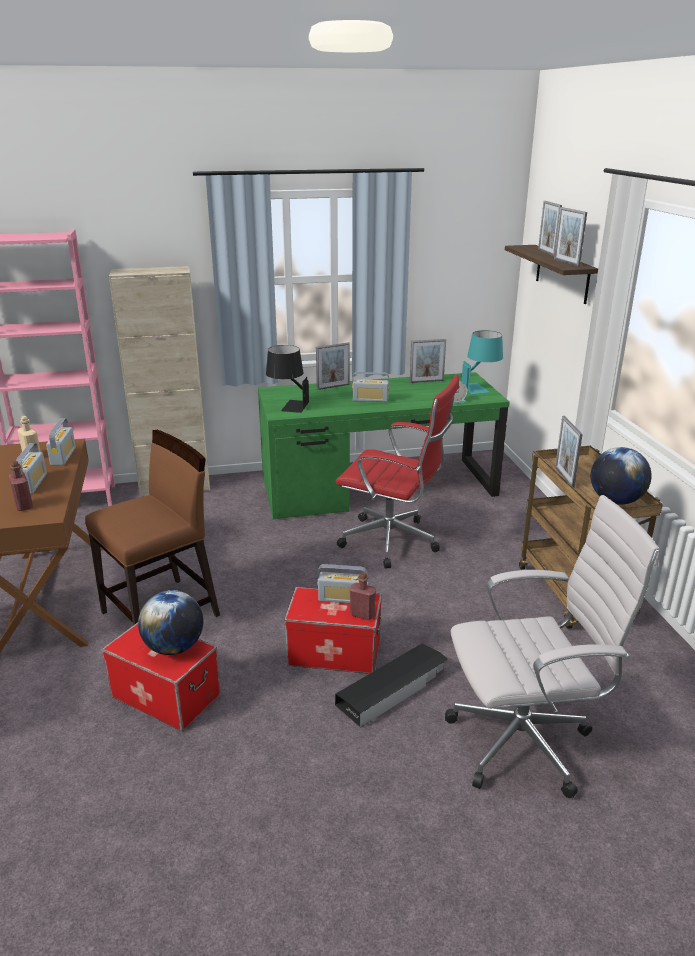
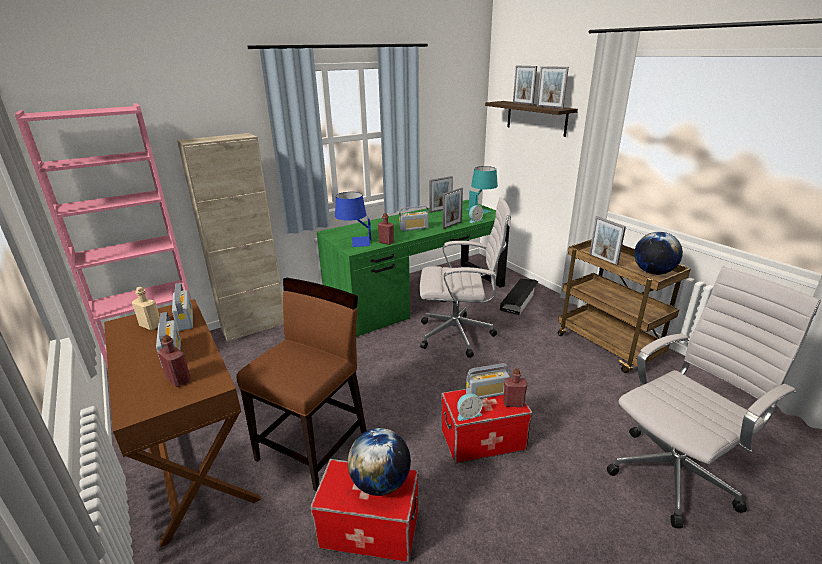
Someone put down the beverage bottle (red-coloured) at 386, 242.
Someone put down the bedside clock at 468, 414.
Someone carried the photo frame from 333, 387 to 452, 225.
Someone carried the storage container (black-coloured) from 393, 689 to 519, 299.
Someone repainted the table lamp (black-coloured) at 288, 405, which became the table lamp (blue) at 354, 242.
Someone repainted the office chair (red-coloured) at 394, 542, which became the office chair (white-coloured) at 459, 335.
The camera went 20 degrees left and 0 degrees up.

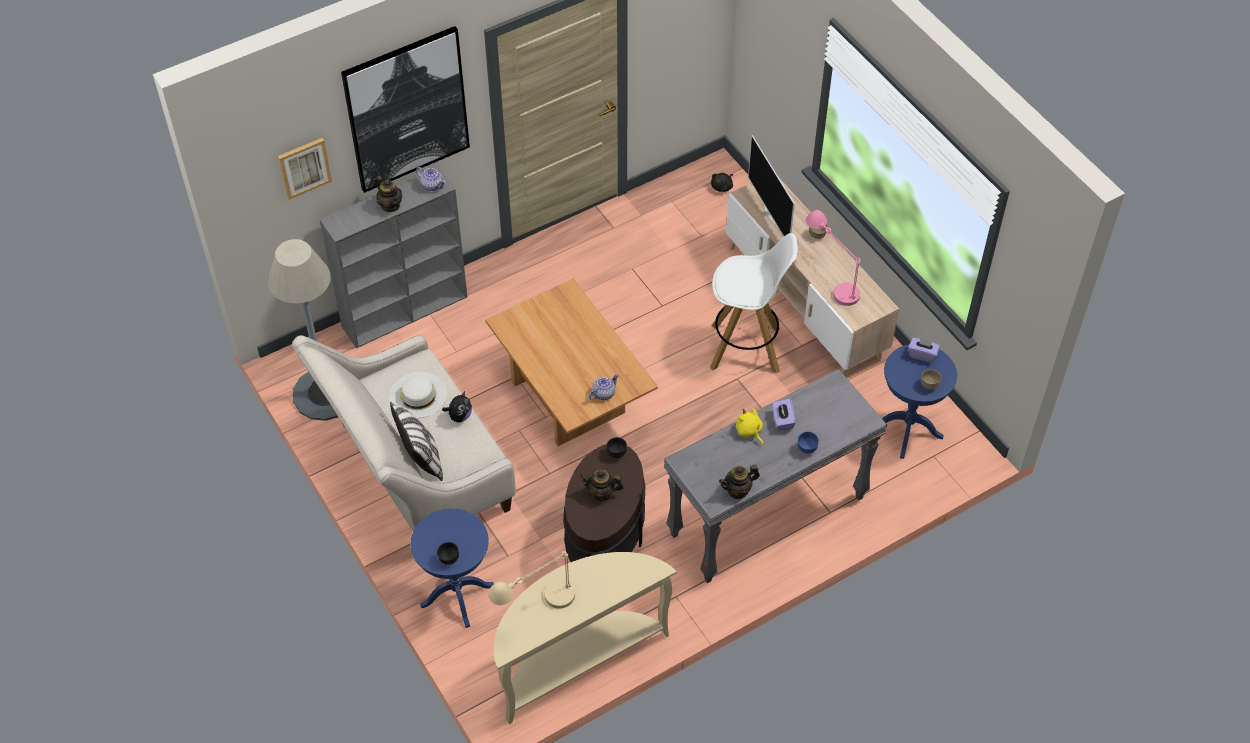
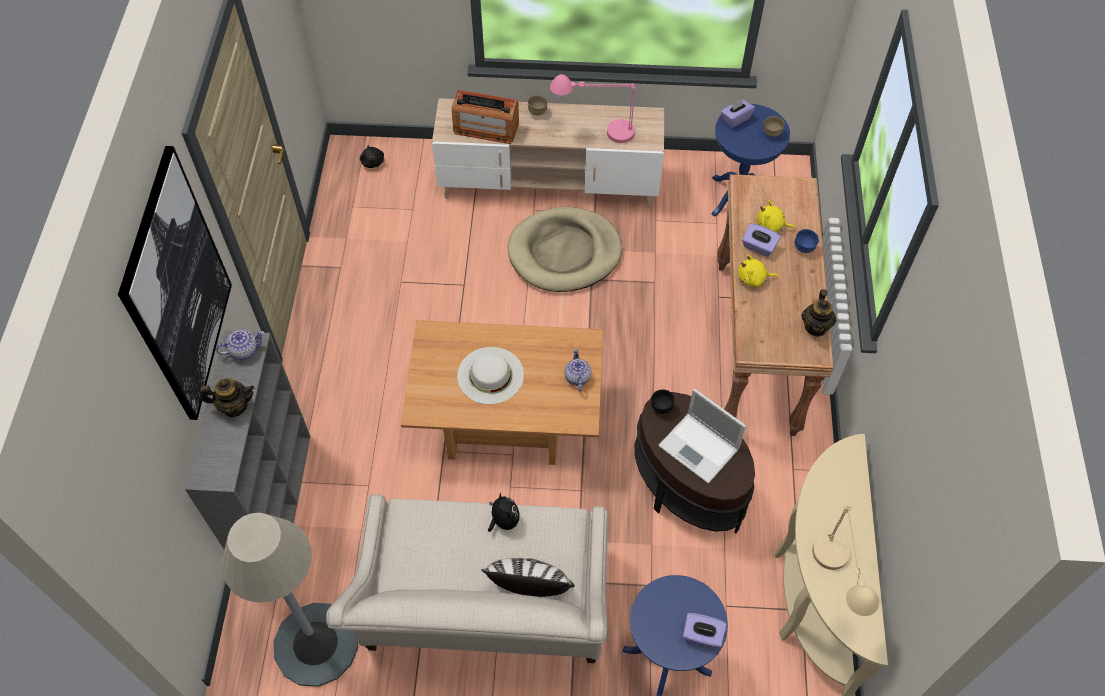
Someone took away the picture at 304, 167.
Someone put down the cuddly toy (yellowish) at 771, 226.
Someone carried the hat (white-coloured) from 418, 395 to 490, 375.
Someone swapped the serving bowl (black-coloured) at 449, 559 for the tissue holder (purple-coloured) at 702, 635.
Someone swapped the tea pot at 601, 493 for the notebook computer at 700, 448.
Someone swapped the sitting stool (white-coloured) at 746, 348 for the pet bed (sand-coloured) at 564, 253.
Someone swapped the TV set at 772, 215 for the radio receiver at 486, 128.
Someone repainted the narrow table (greyish) at 767, 517, which became the narrow table (brown-coloured) at 756, 348.
The camera went 55 degrees left and 5 degrees up.

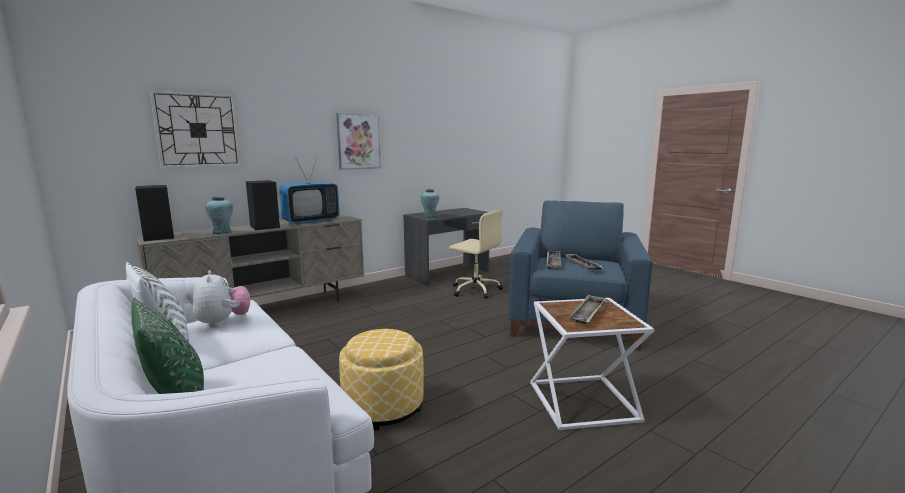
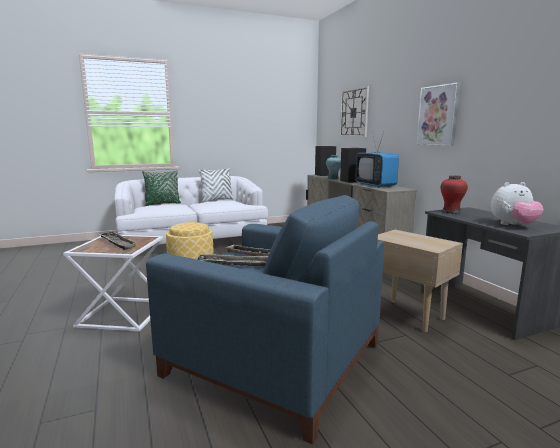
Someone carried the cuddly toy from 223, 322 to 513, 225.
Someone swapped the office chair (sand-coloured) at 475, 290 for the side table (sand-coloured) at 407, 315.
Someone repainted the vase (turquoise-coloured) at 429, 217, which became the vase (red-coloured) at 451, 212.
The camera went 105 degrees right and 0 degrees up.

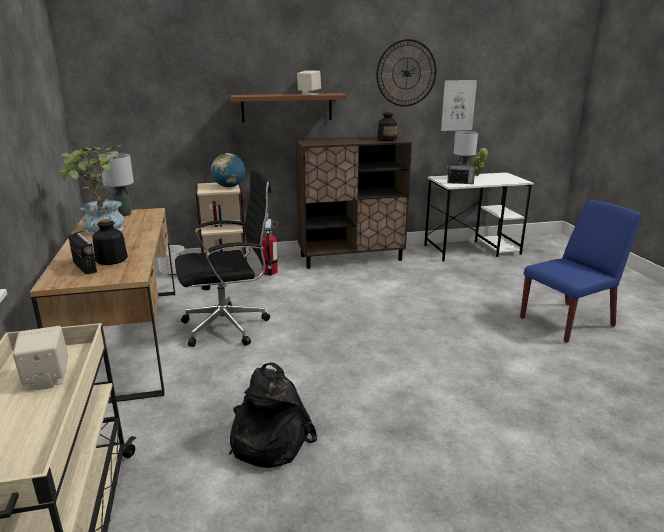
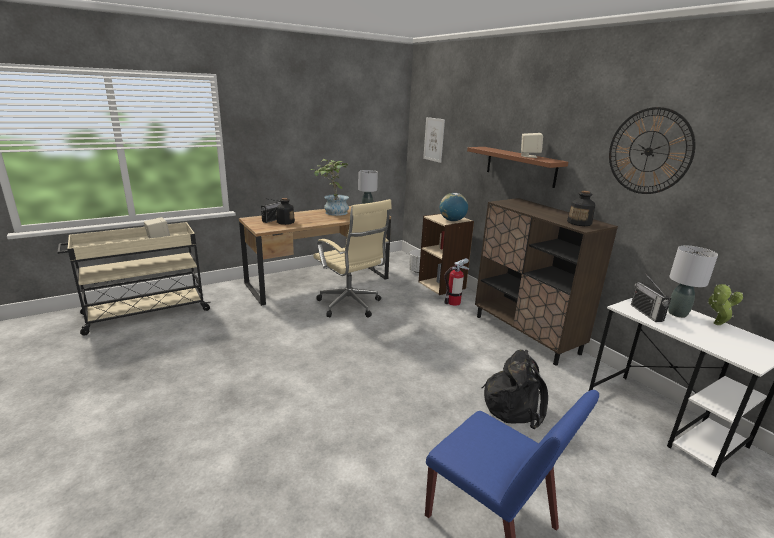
Someone carried the knapsack (black-coloured) from 267, 440 to 514, 405.
Someone carried the picture from 458, 105 to 434, 139.
Someone repainted the office chair (black-coloured) at 229, 326, which became the office chair (sand-coloured) at 350, 306.
The camera went 70 degrees right and 0 degrees up.

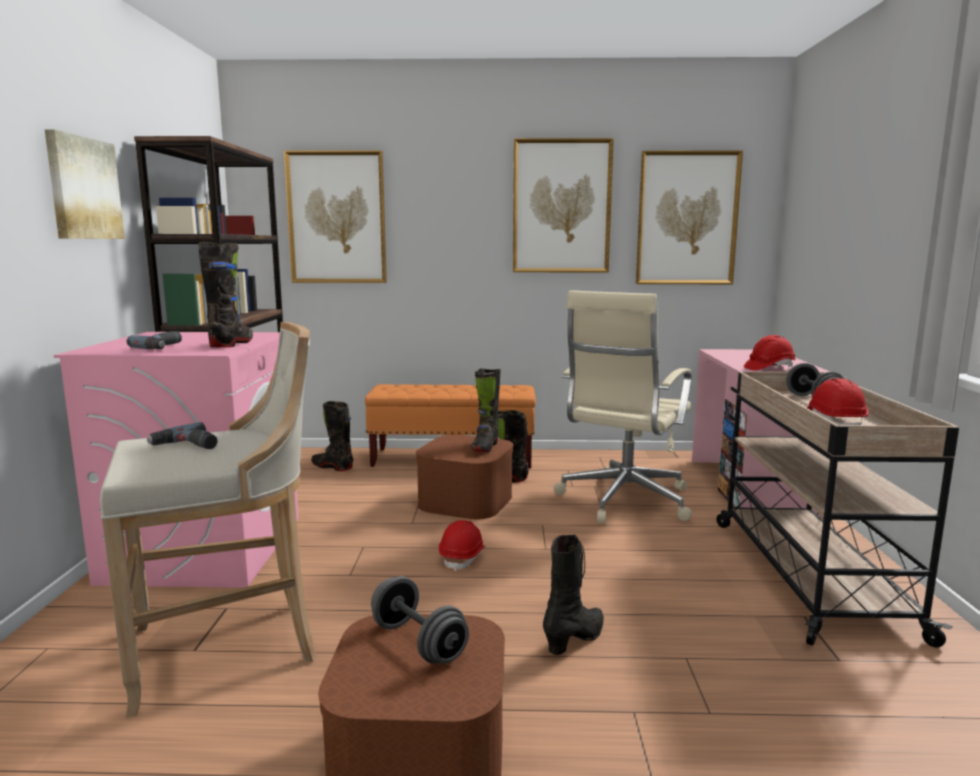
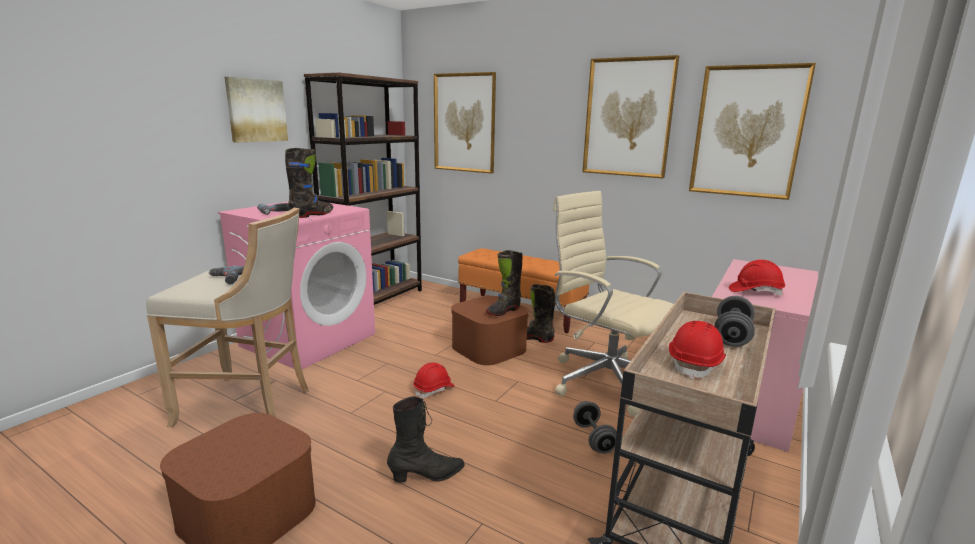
Someone took away the high-top boot (black-coloured) at 332, 467.
Someone carried the free weight (greyish) from 418, 642 to 593, 438.
Someone rotated the office chair (sand-coloured) at 623, 501 by 75 degrees clockwise.
The camera went 30 degrees right and 5 degrees up.

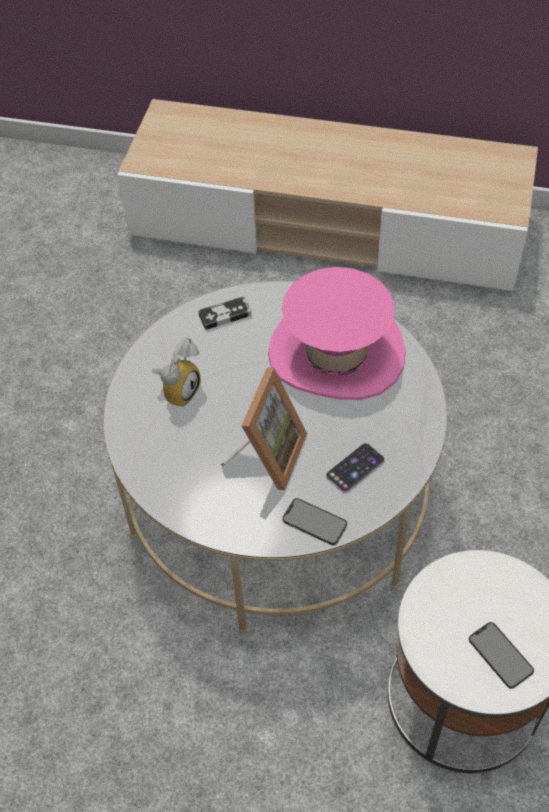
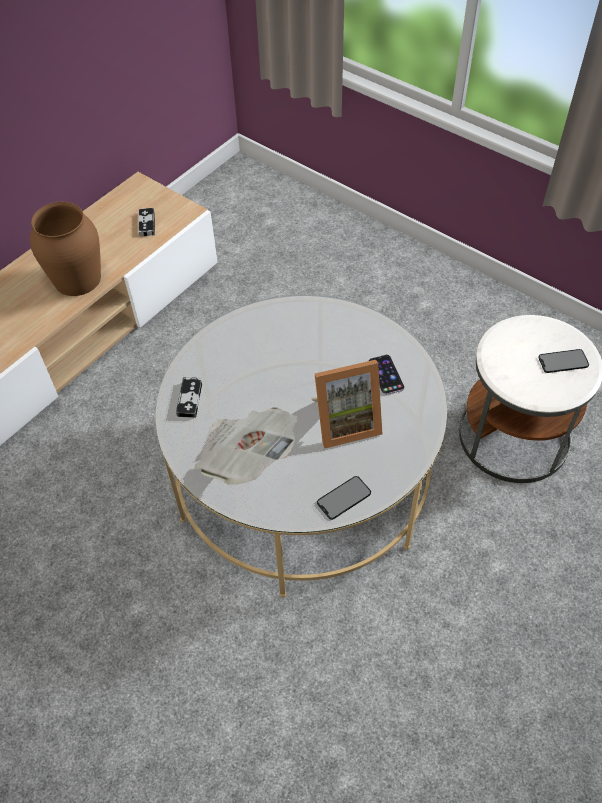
Someone took away the hat (pink-coloured) at 336, 353.
Someone put down the vase (brown-coloured) at 77, 278.
Someone put down the game controller at 147, 224.
Someone carried the phone from 314, 521 to 344, 497.
Someone swapped the bedside clock at 178, 390 for the newspaper at 246, 458.
Someone rotated the photo frame at 267, 455 by 120 degrees clockwise.
The camera went 65 degrees left and 0 degrees up.

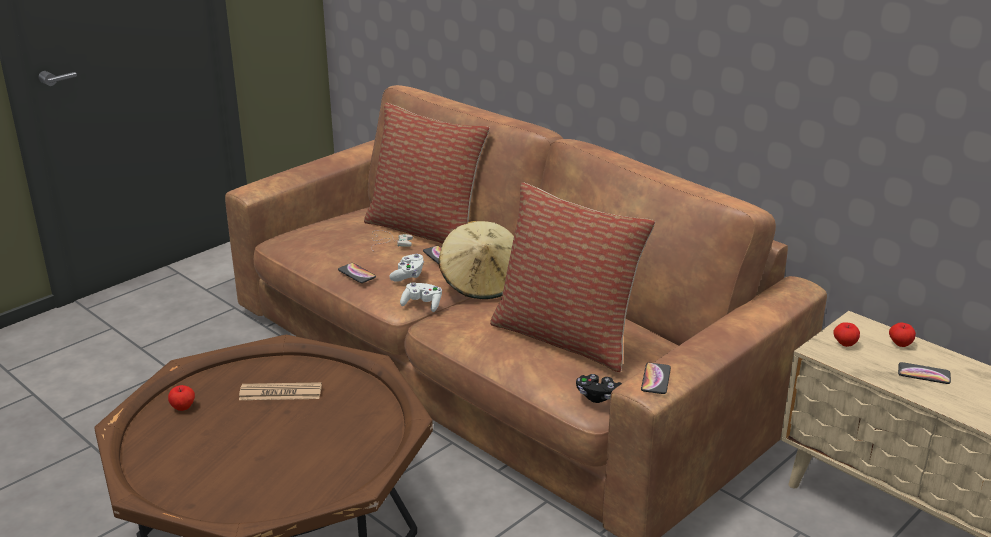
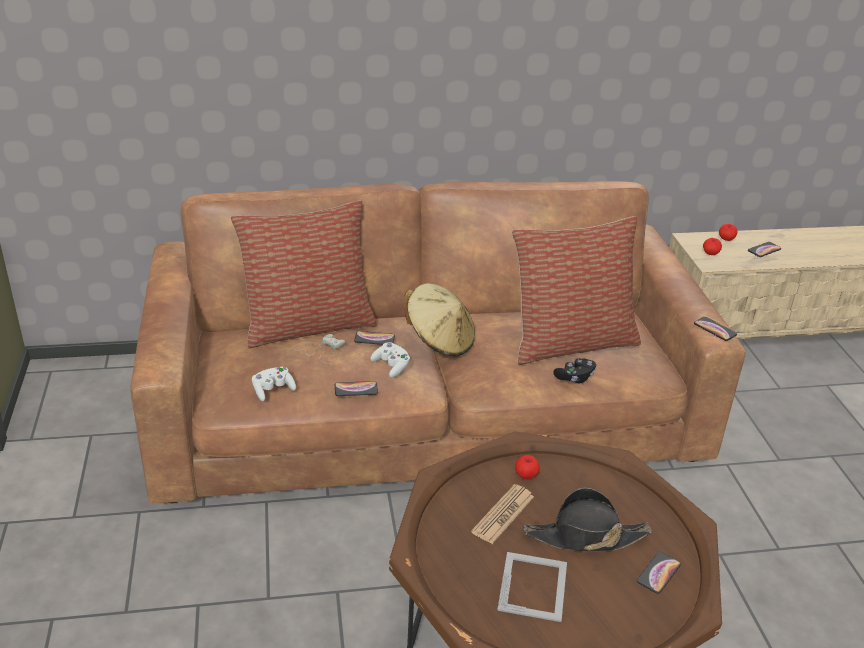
Someone put down the photo frame at 534, 585.
Someone put down the hat (black-coloured) at 585, 536.
Someone put down the phone at 658, 573.
Someone carried the apple from 183, 407 to 526, 475.
Someone carried the game controller (white-coloured) from 422, 304 to 273, 390.
Someone carried the game controller (black-coloured) from 598, 396 to 575, 378.
The camera went 55 degrees left and 5 degrees up.

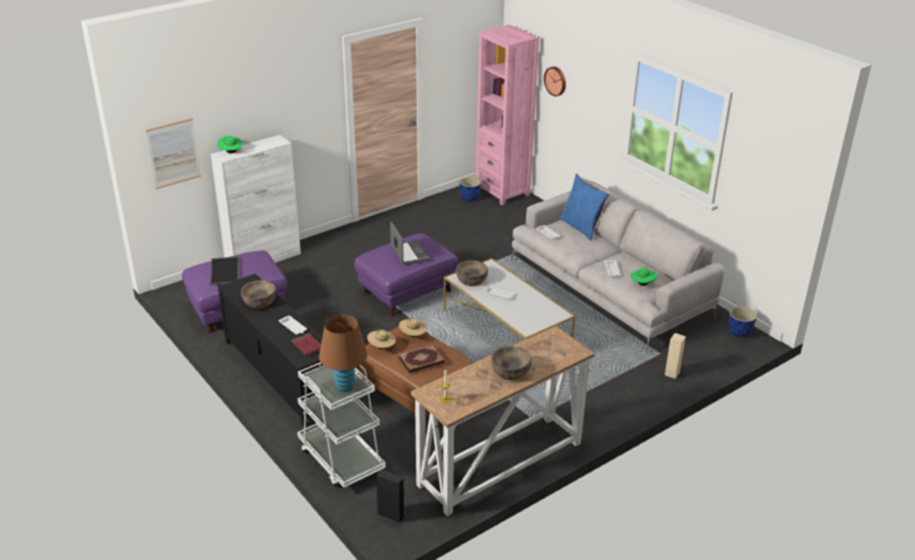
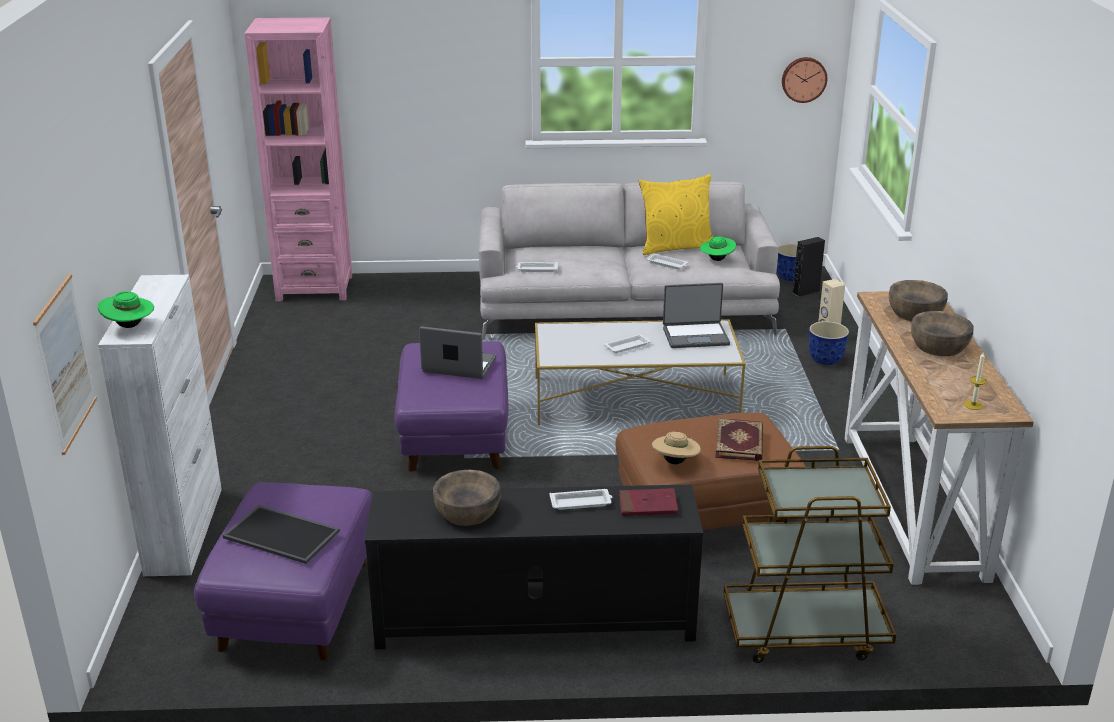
Someone took away the table lamp (brown-coloured) at 345, 387.
Someone took away the hat (sand-coloured) at 413, 335.
Someone took away the pillow (blue) at 581, 227.
Someone put down the pillow (yellowish) at 675, 247.
Someone put down the notebook computer at 695, 336.
Someone carried the speaker (black-coloured) from 391, 515 to 805, 292.
Someone carried the serving bowl (brown-coloured) from 471, 280 to 915, 313.
Someone carried the plant pot from 470, 198 to 825, 360.
Someone carried the clock on the wall from 556, 81 to 803, 79.
Someone repainted the trolley (white-coloured) at 341, 459, which became the trolley (brown-coloured) at 804, 631.
The camera went 55 degrees left and 5 degrees down.

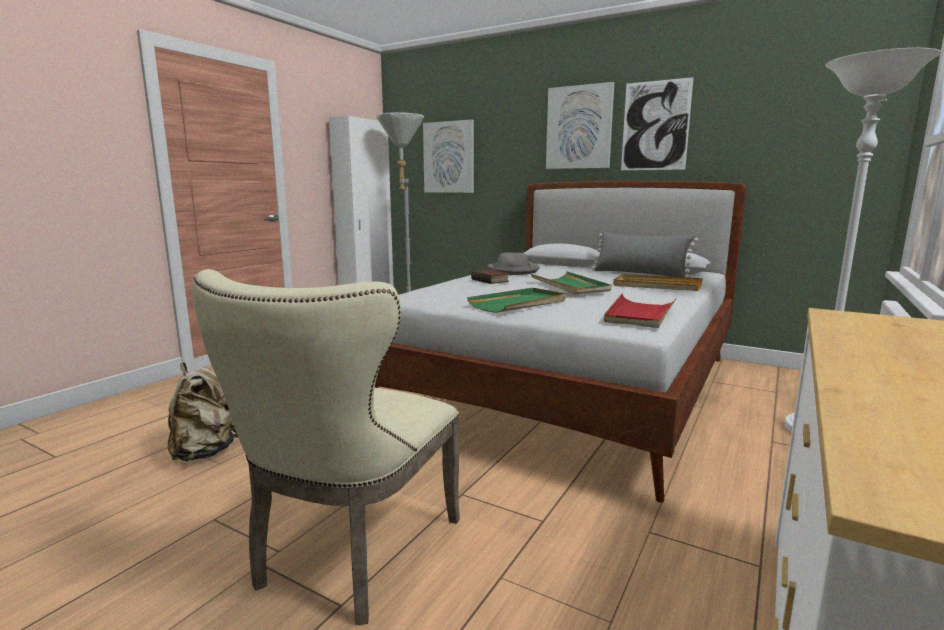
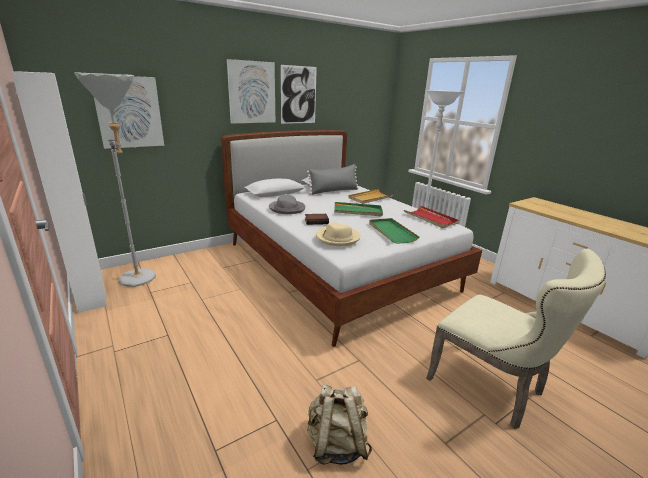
Someone put down the hat (sand-coloured) at 337, 238.
The camera went 65 degrees left and 10 degrees up.

